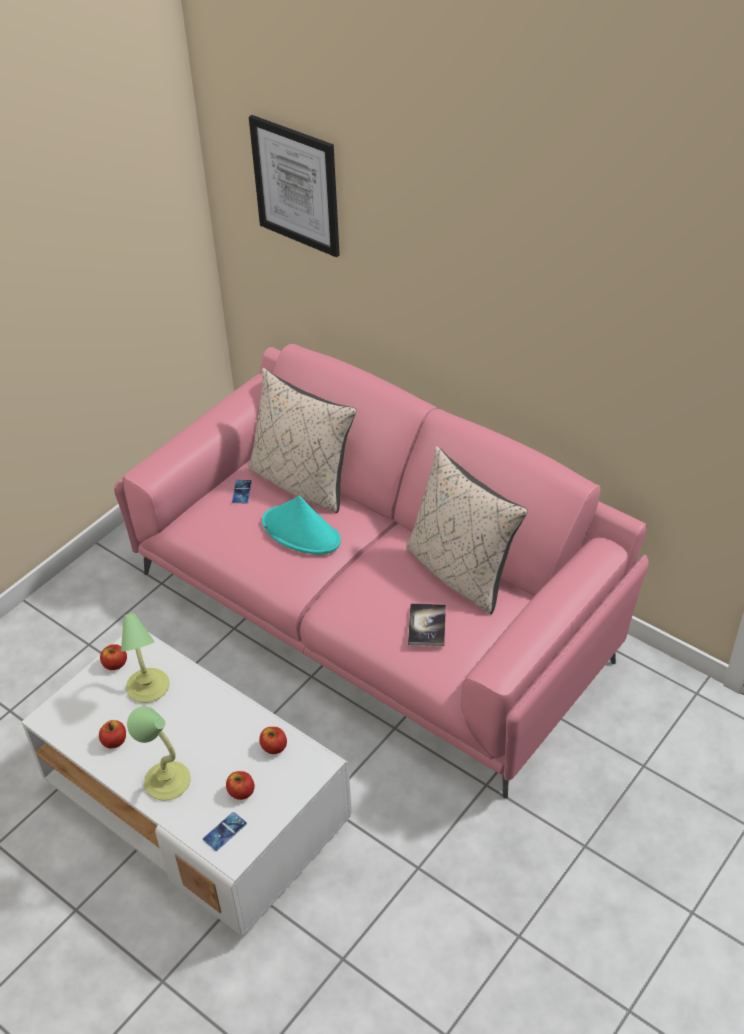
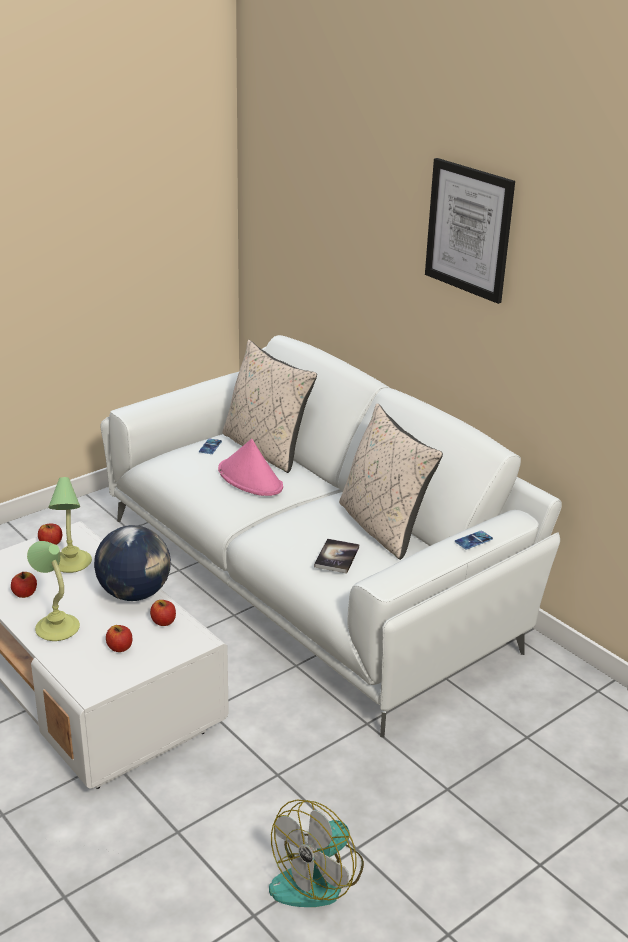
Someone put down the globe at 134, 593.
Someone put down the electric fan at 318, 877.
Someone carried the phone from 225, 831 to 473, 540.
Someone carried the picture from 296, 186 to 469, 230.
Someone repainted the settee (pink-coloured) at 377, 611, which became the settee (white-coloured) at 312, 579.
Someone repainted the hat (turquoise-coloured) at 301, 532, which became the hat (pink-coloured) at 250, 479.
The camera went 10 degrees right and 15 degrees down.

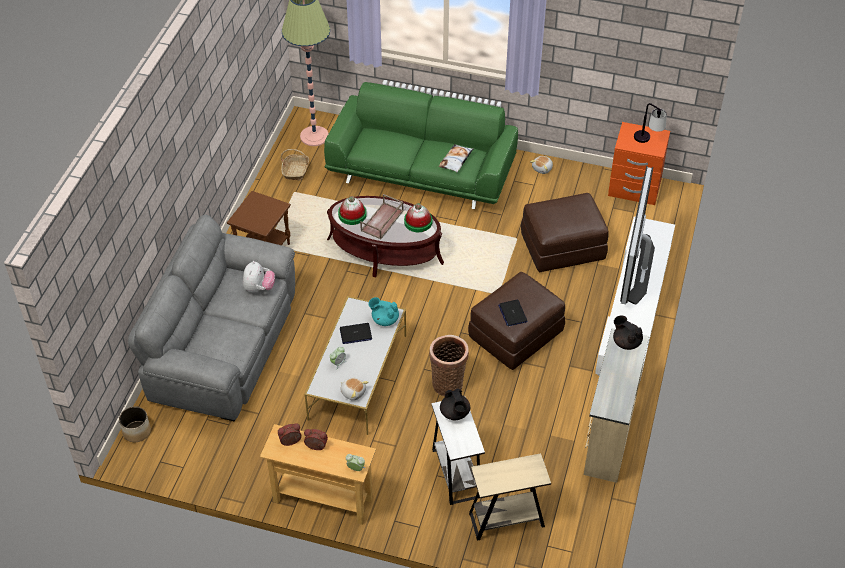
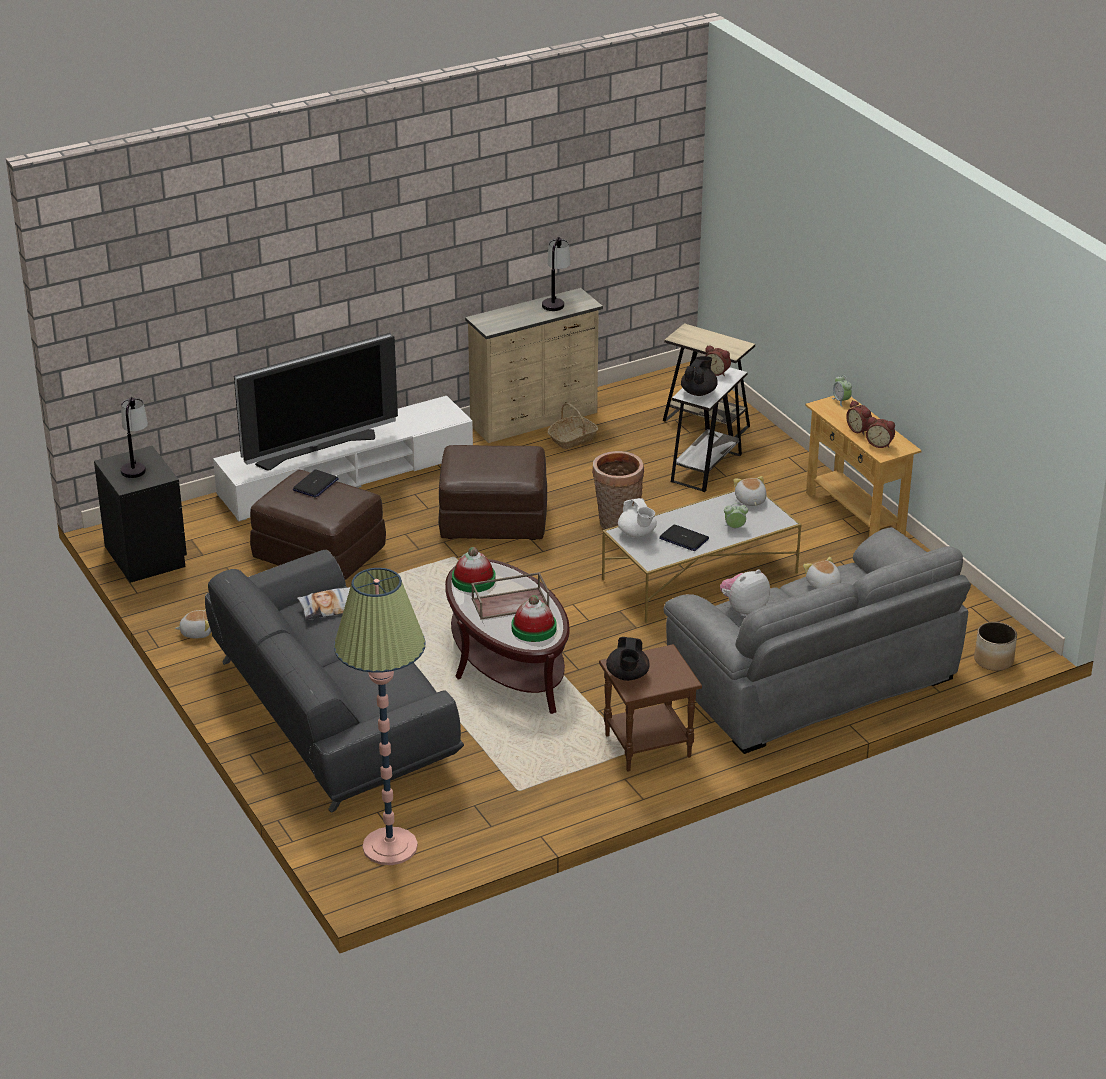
Someone put down the table lamp at 555, 301.
Someone put down the bedside clock at 717, 372.
Someone put down the cuddly toy at 823, 585.
Someone carried the storage basket from 296, 171 to 572, 439.
Someone carried the notebook computer from 512, 313 to 315, 485.
Someone carried the tea pot (black-coloured) from 626, 342 to 627, 676.
Someone repainted the settee (green-coloured) at 422, 172, which became the settee (greyish) at 331, 715.
Someone repainted the tea pot (turquoise-coloured) at 384, 319, which became the tea pot (white-coloured) at 637, 533.
Someone repainted the nightstand (orange-coloured) at 634, 188, which became the nightstand (black-coloured) at 147, 556.
The camera went 135 degrees left and 15 degrees down.

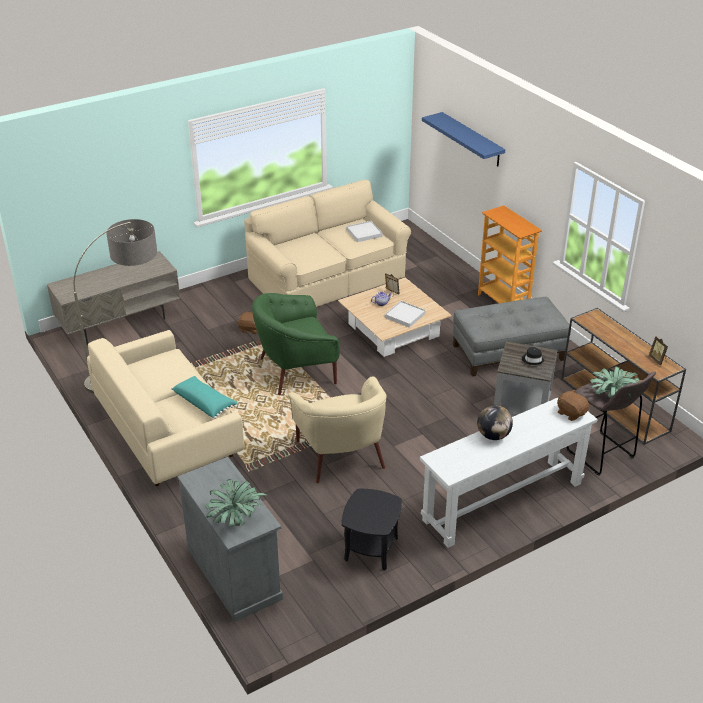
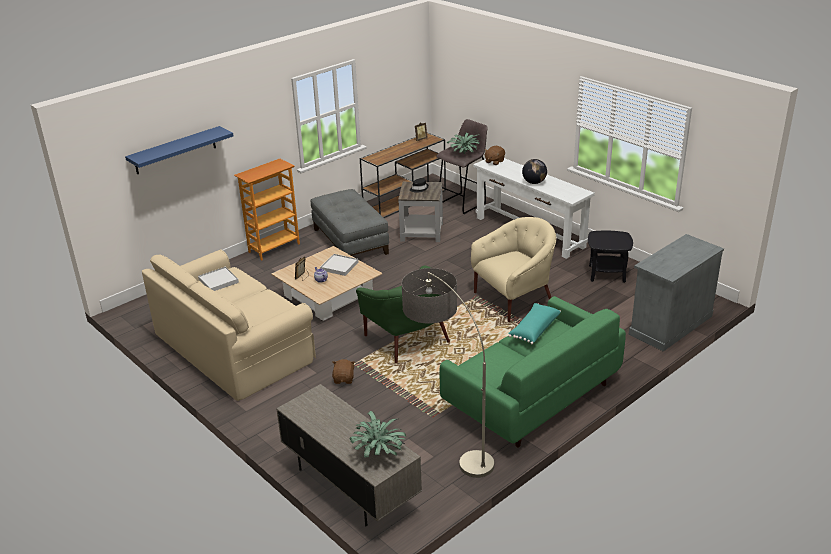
Someone carried the houseplant from 235, 518 to 379, 452.
Someone repainted the settee (sand-coloured) at 167, 432, which became the settee (green-coloured) at 531, 396.
The camera went 100 degrees left and 5 degrees down.

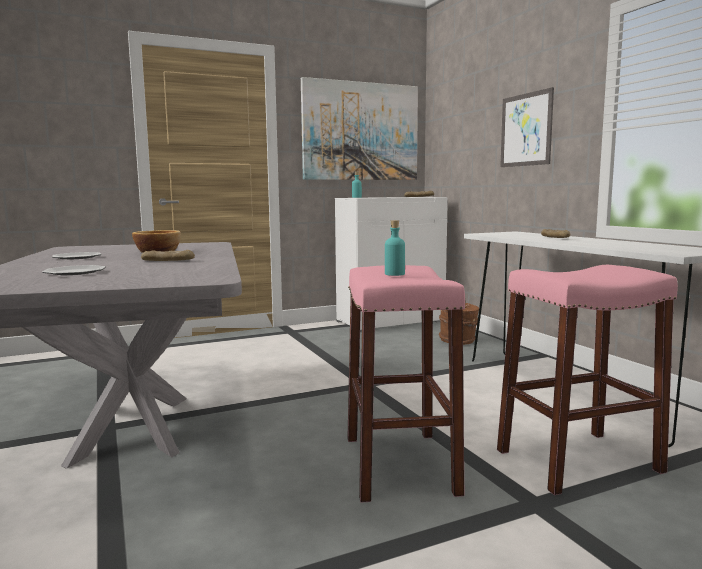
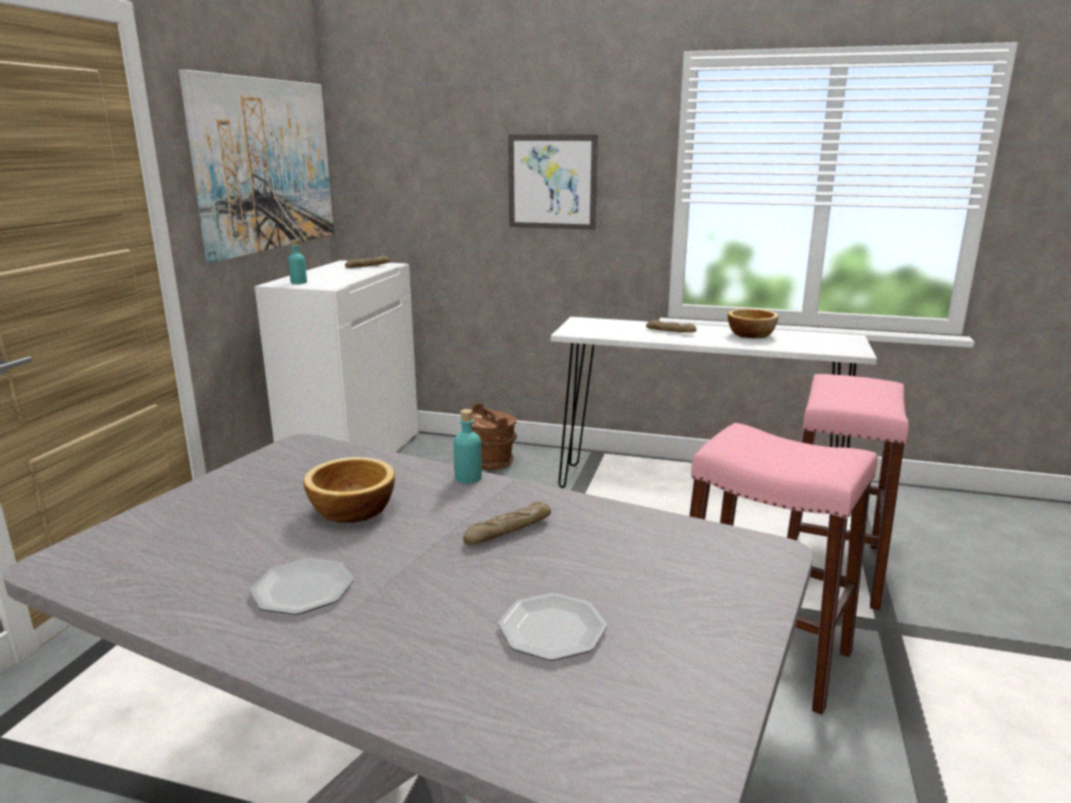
Someone put down the serving bowl at 751, 334.
Someone carried the beverage bottle (turquoise-coloured) from 394, 274 to 468, 478.
The camera went 50 degrees left and 10 degrees up.

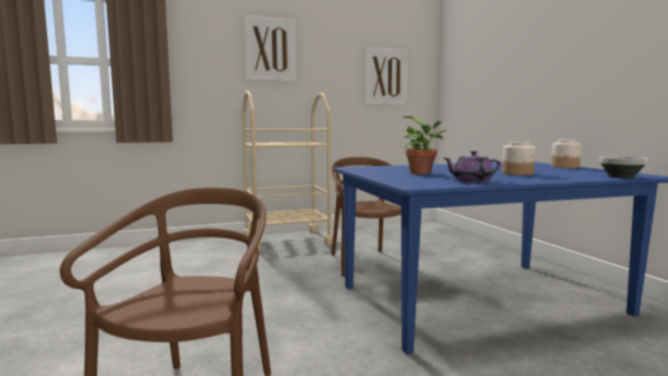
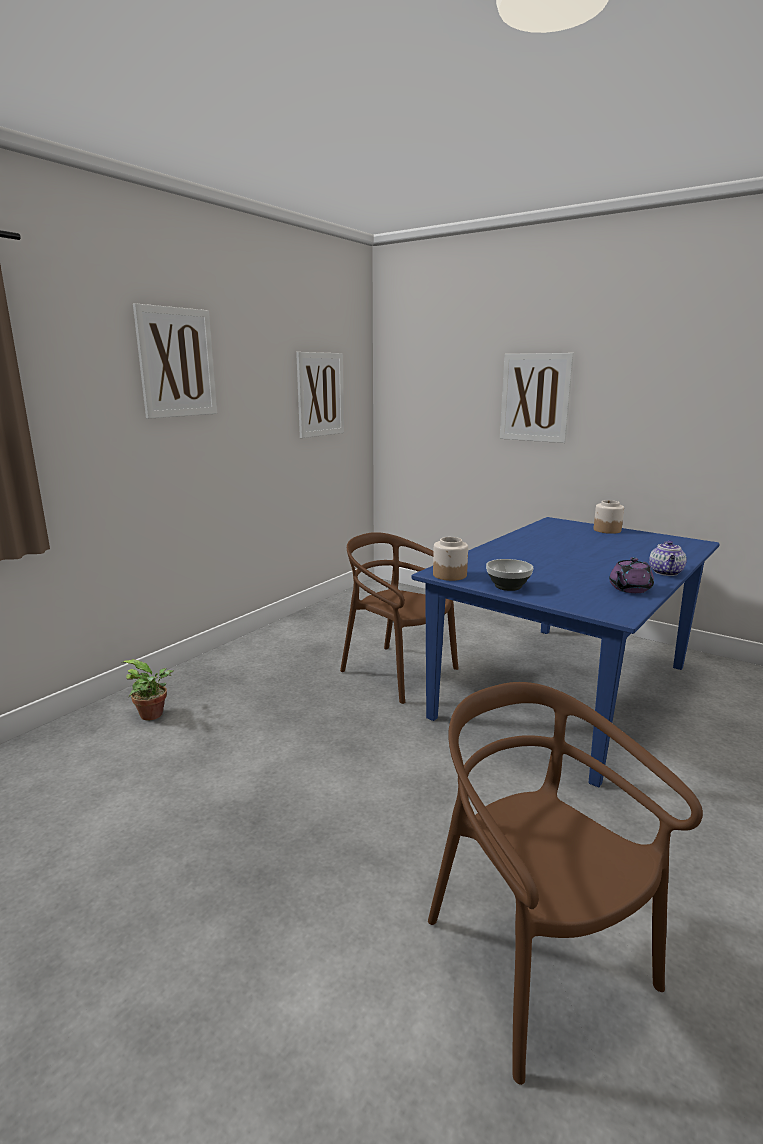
Someone took away the trolley (sand-coloured) at 287, 240.
Someone put up the picture at 535, 397.
Someone put down the tea pot at 666, 572.
Someone carried the houseplant from 423, 173 to 154, 715.
Someone carried the jar from 517, 173 to 450, 575.
Someone carried the serving bowl from 621, 176 to 508, 586.
The camera went 35 degrees left and 10 degrees up.

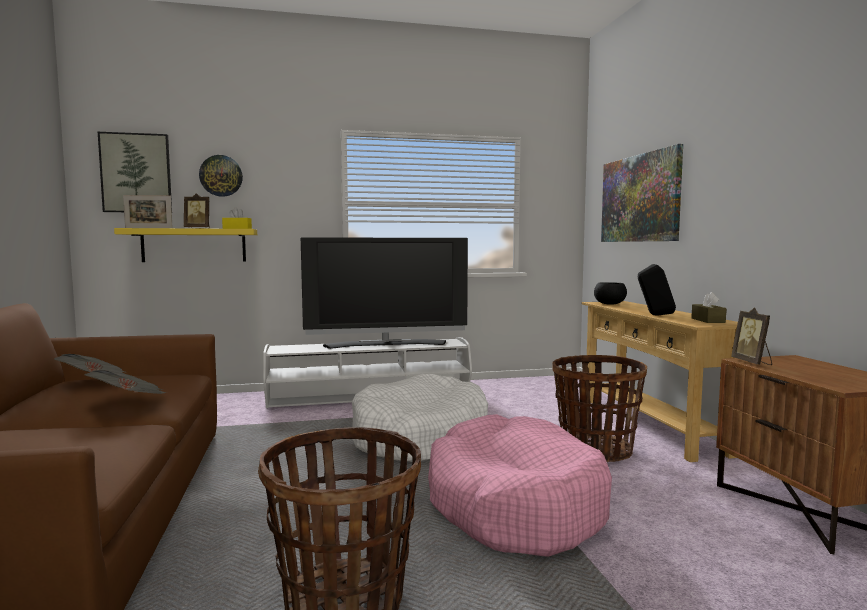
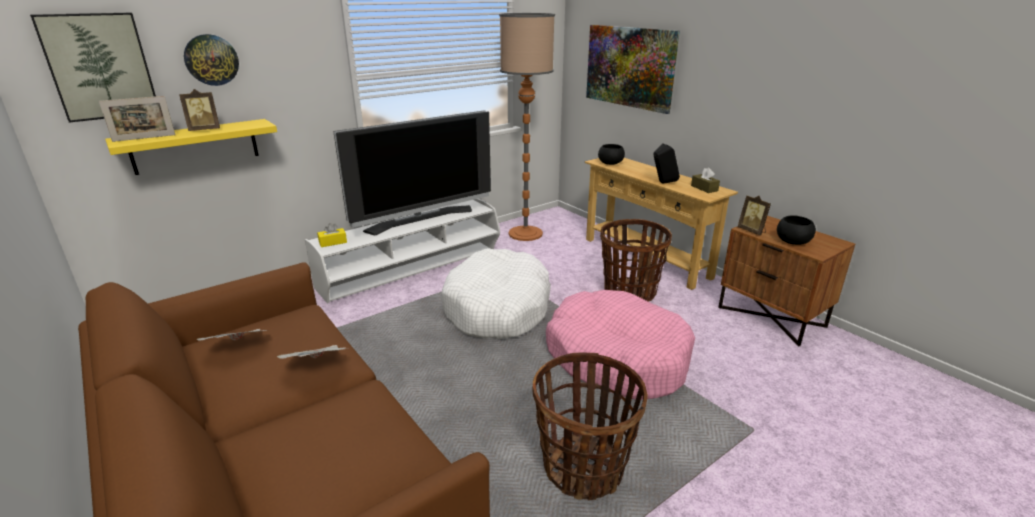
Someone put down the standing lamp at 525, 234.
Someone put down the serving bowl (black-coloured) at 792, 242.
Someone carried the tissue holder (yellowish) from 237, 229 to 333, 242.
The camera went 25 degrees left and 20 degrees up.

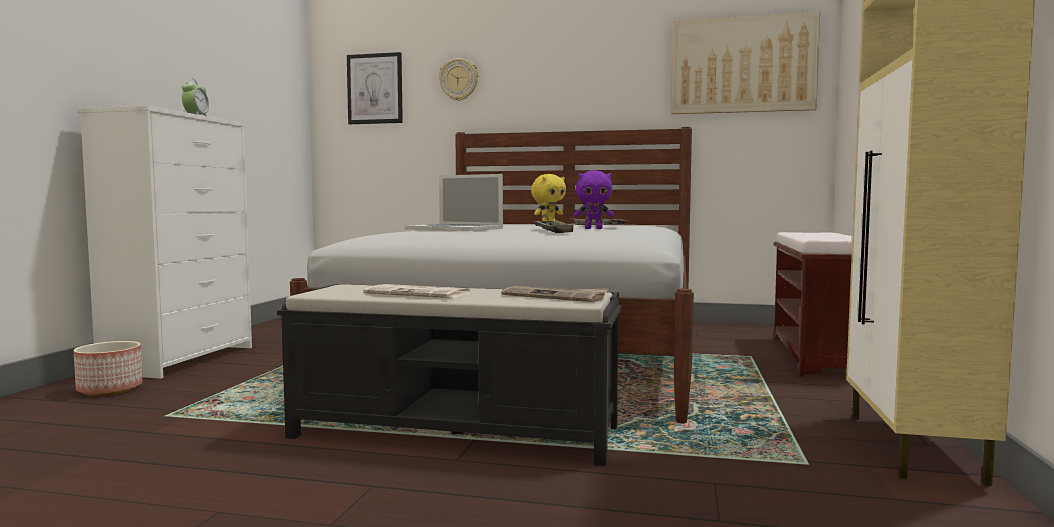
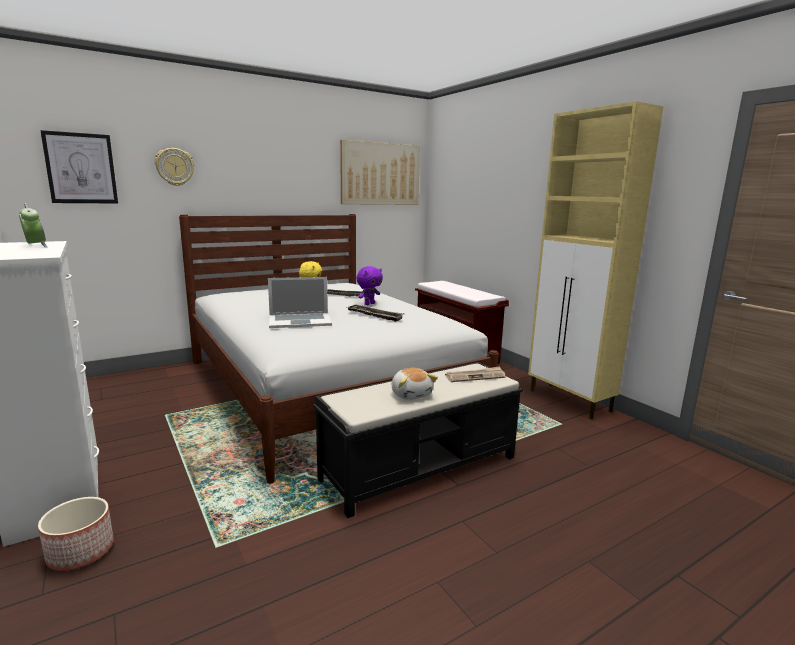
Someone swapped the newspaper at 419, 294 for the cuddly toy at 411, 394.
The camera went 45 degrees left and 10 degrees up.

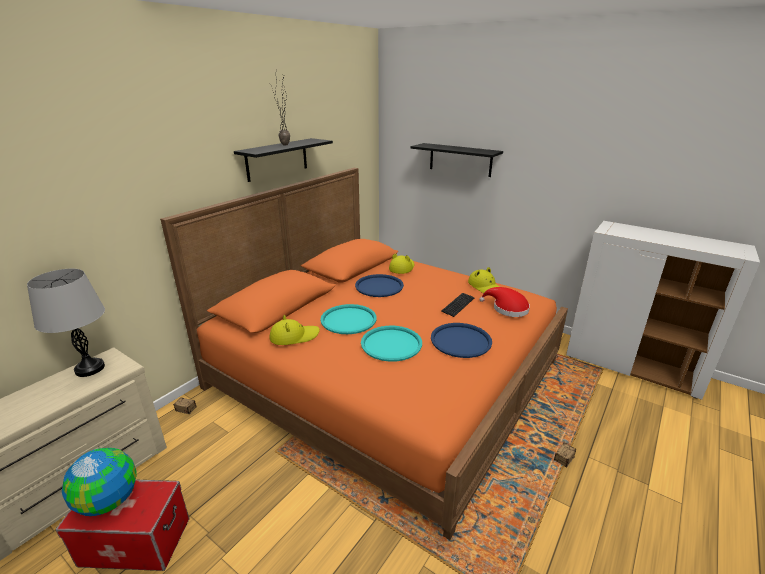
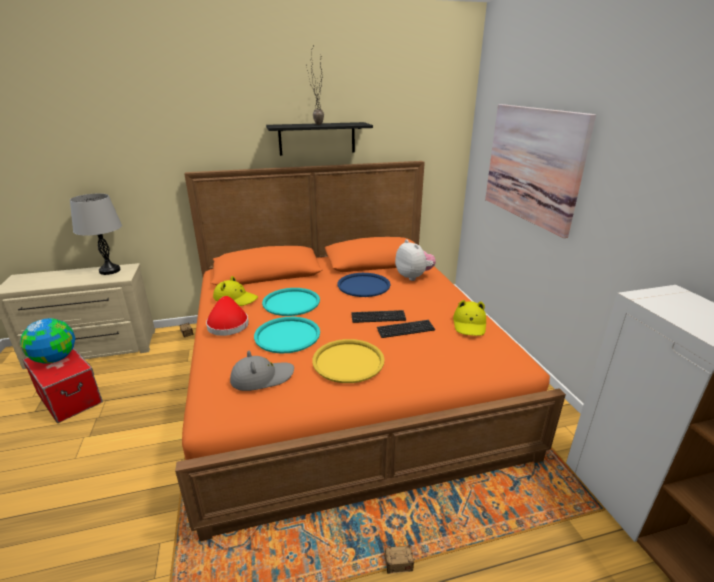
Someone put down the hat (greyish) at 262, 377.
Someone put down the keyboard at 378, 317.
Someone carried the hat (red-coloured) from 507, 308 to 228, 324.
Someone swapped the hat (yellowish) at 402, 267 for the cuddly toy at 414, 276.
Someone swapped the shelf (black-coloured) at 460, 159 for the picture at 532, 165.
Someone repainted the serving tray (blue) at 460, 341, which became the serving tray (yellowish) at 348, 361.
The camera went 40 degrees right and 0 degrees up.

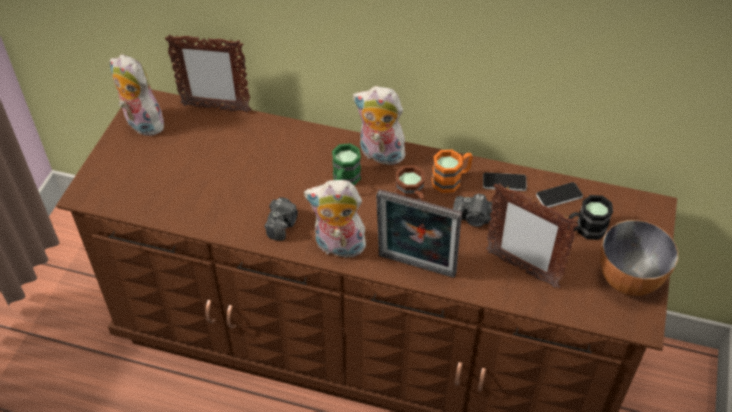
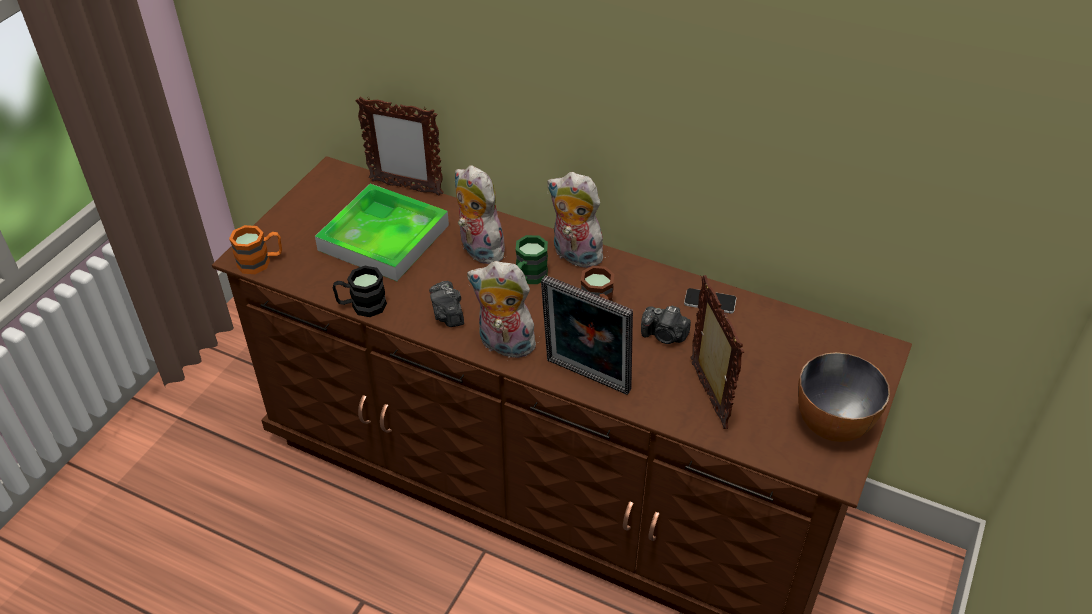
Someone took away the phone at 559, 195.
Someone put down the serving tray at 384, 237.
Someone carried the cuddly toy from 141, 124 to 478, 249.
Someone carried the mug (orange-coloured) from 451, 180 to 261, 262.
Someone carried the mug (black-coloured) from 584, 230 to 361, 305.
Someone rotated the photo camera at 282, 225 by 135 degrees clockwise.
Someone rotated the photo frame at 521, 269 by 150 degrees counterclockwise.
The camera went 10 degrees right and 5 degrees down.

